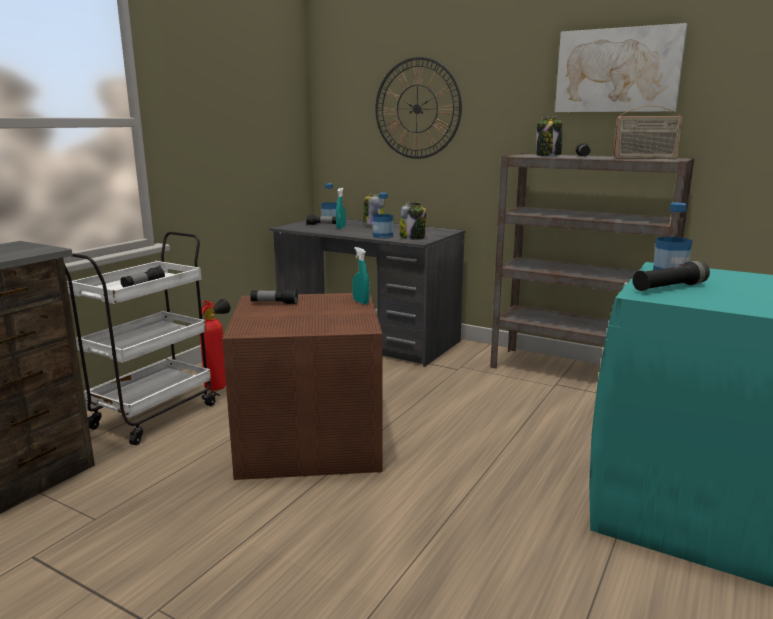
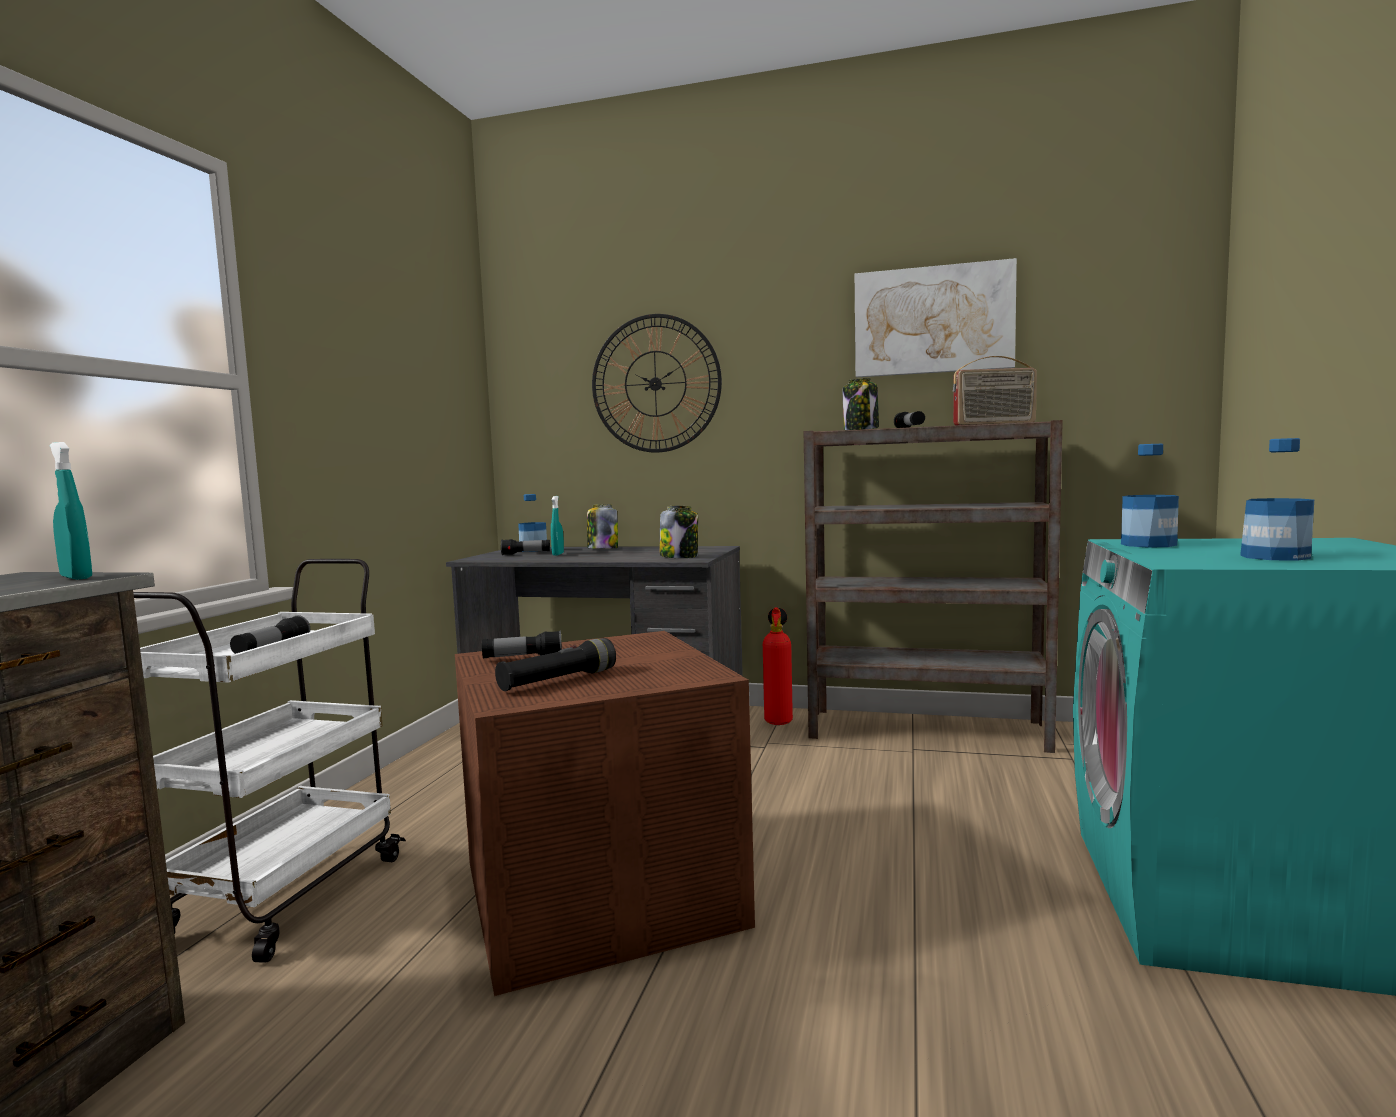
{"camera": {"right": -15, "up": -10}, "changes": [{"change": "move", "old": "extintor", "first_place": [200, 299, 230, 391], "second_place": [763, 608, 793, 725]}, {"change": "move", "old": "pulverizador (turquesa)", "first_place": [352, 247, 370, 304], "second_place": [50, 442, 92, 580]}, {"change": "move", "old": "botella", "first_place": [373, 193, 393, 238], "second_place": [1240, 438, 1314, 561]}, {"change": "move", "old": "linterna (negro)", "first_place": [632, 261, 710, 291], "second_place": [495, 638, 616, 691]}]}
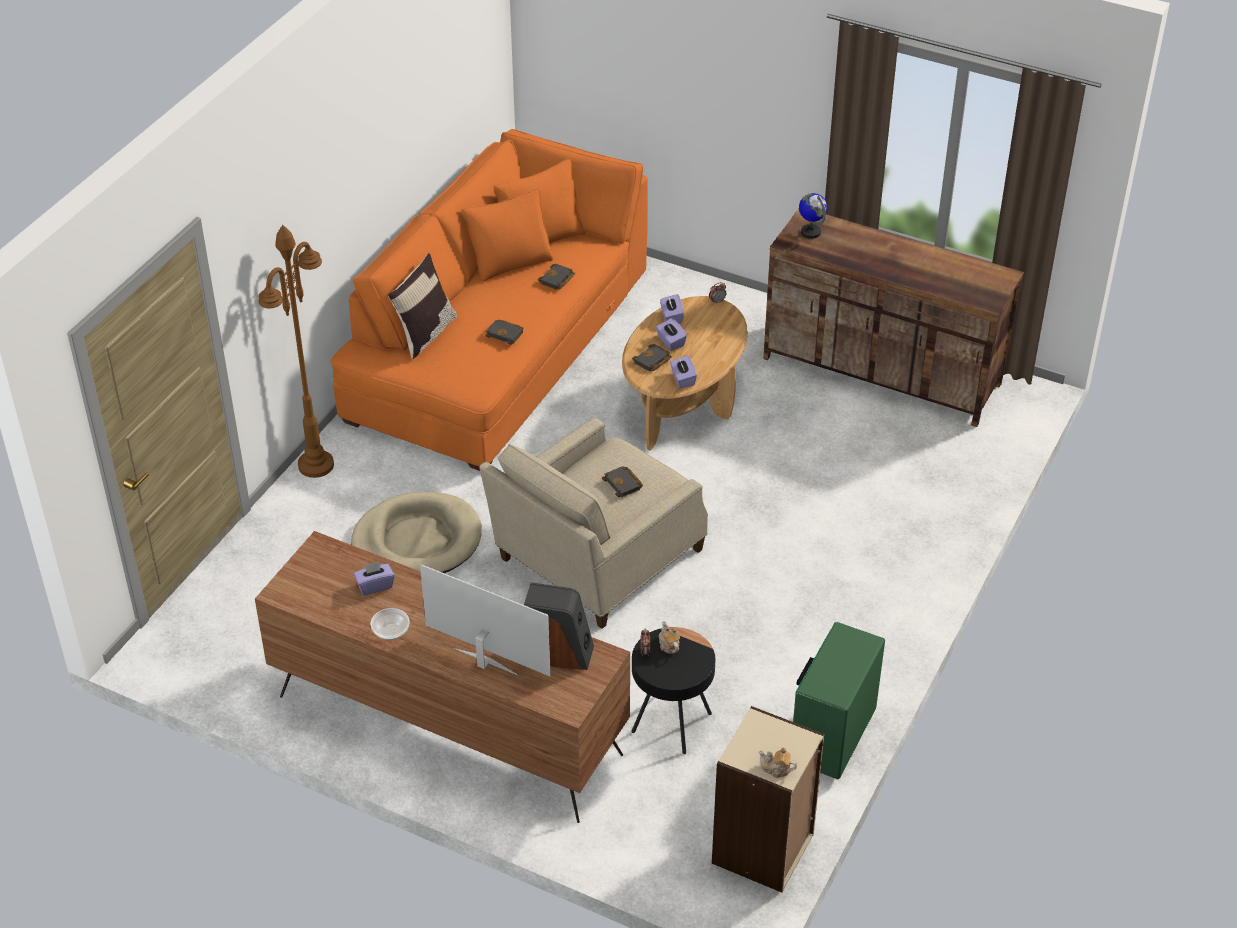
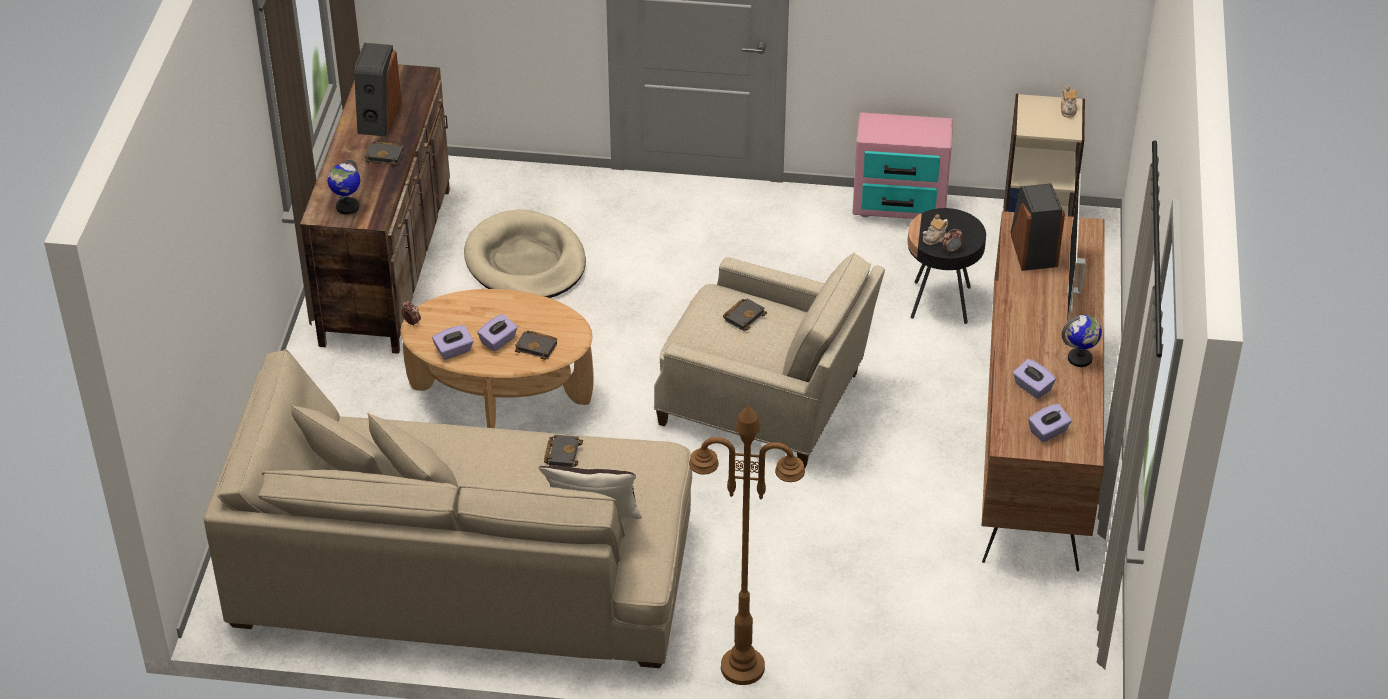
{"camera": {"right": -110, "up": 0}, "changes": [{"change": "recolor", "old": "sofá (naranja)", "new": "sofá (beis)", "first_place": [330, 129, 648, 471], "second_place": [203, 349, 692, 668]}, {"change": "move", "old": "cama para perro (beis)", "first_place": [351, 492, 482, 573], "second_place": [464, 209, 586, 298]}, {"change": "replace", "old": "cuenco", "new": "globo terráqueo", "first_place": [371, 608, 409, 640], "second_place": [1062, 315, 1102, 367]}, {"change": "move", "old": "libro (negro)", "first_place": [538, 264, 575, 290], "second_place": [364, 142, 404, 165]}, {"change": "move", "old": "caja de pañuelos (morado)", "first_place": [670, 355, 697, 388], "second_place": [1028, 404, 1072, 442]}, {"change": "recolor", "old": "mesita de noche (verde)", "new": "mesita de noche (rosa)", "first_place": [793, 622, 885, 779], "second_place": [852, 113, 953, 219]}, {"change": "insert", "new": "altavoz", "second_place": [354, 43, 402, 136]}]}
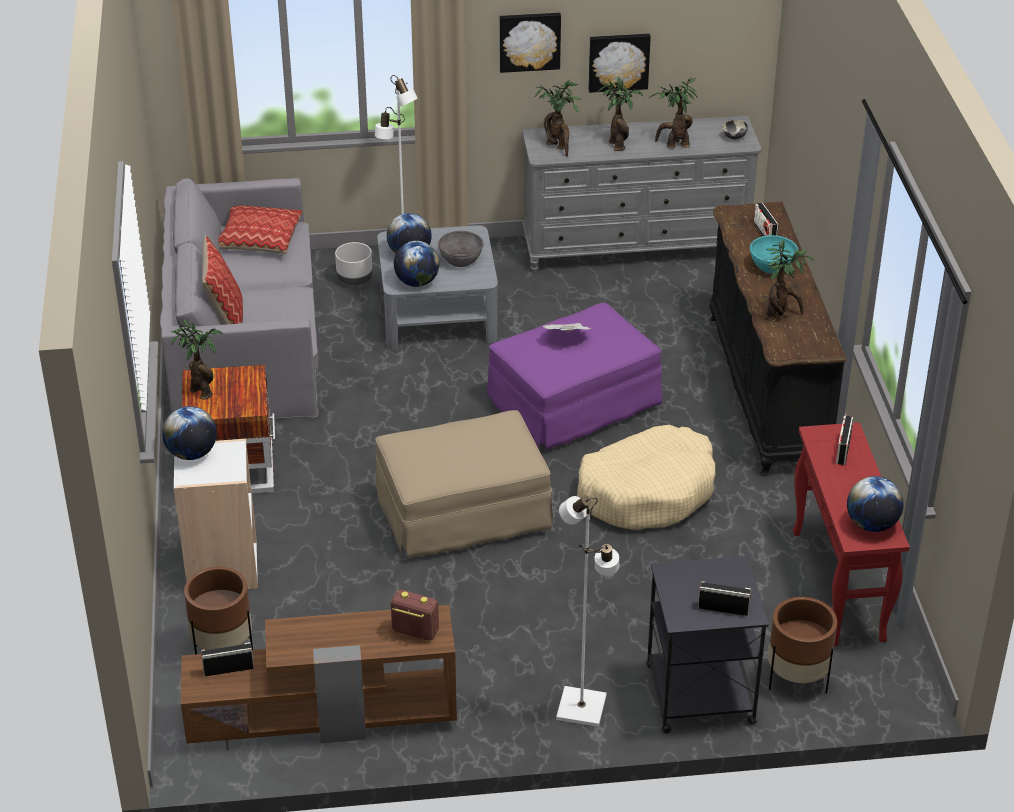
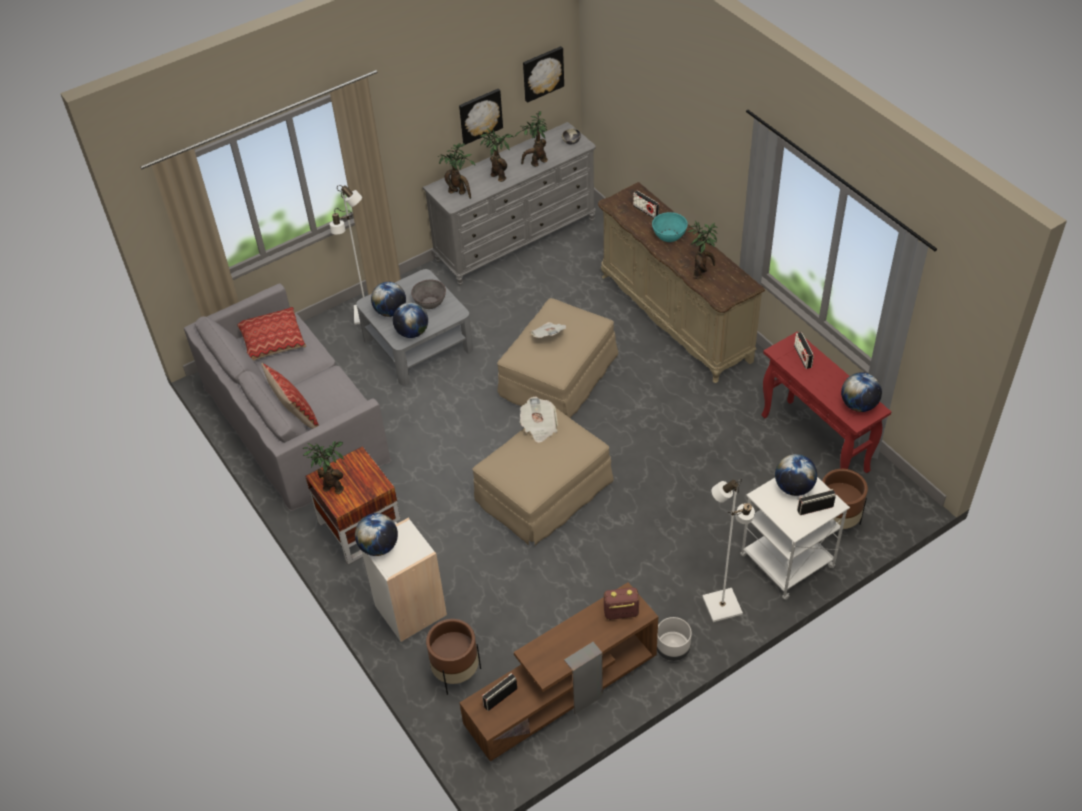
{"camera": {"right": -25, "up": 10}, "changes": [{"change": "move", "old": "maceta (gris)", "first_place": [335, 242, 373, 285], "second_place": [657, 617, 692, 661]}, {"change": "recolor", "old": "puf (morado)", "new": "puf (beis)", "first_place": [487, 303, 663, 450], "second_place": [497, 298, 618, 418]}, {"change": "move", "old": "cuadro", "first_place": [500, 13, 561, 73], "second_place": [523, 46, 564, 103]}, {"change": "delete", "old": "cama para perro (beis)", "first_place": [577, 425, 715, 530]}, {"change": "recolor", "old": "carrito (negro)", "new": "carrito (blanco)", "first_place": [646, 556, 769, 734], "second_place": [740, 477, 850, 600]}, {"change": "recolor", "old": "armario (negro)", "new": "armario (beis)", "first_place": [709, 201, 846, 477], "second_place": [598, 182, 765, 383]}, {"change": "insert", "new": "periódico", "second_place": [520, 397, 558, 443]}, {"change": "insert", "new": "globo terráqueo", "second_place": [775, 454, 817, 496]}]}
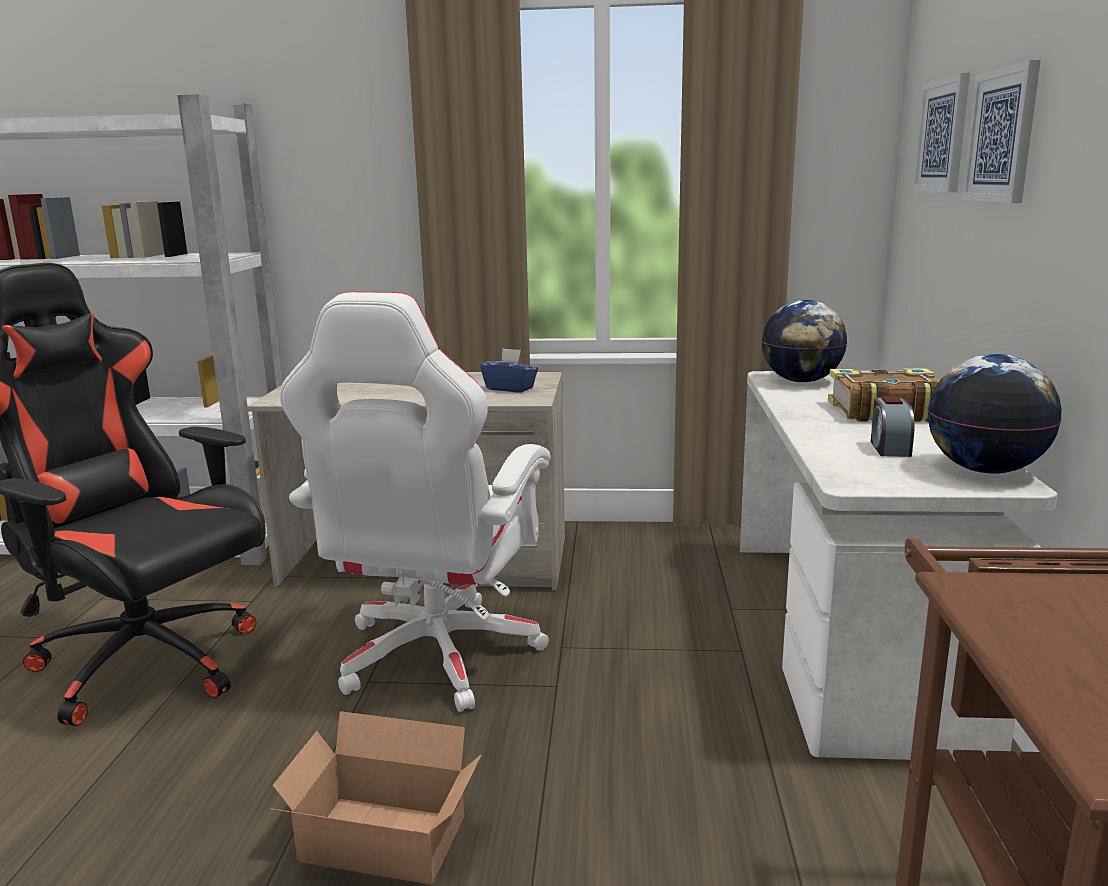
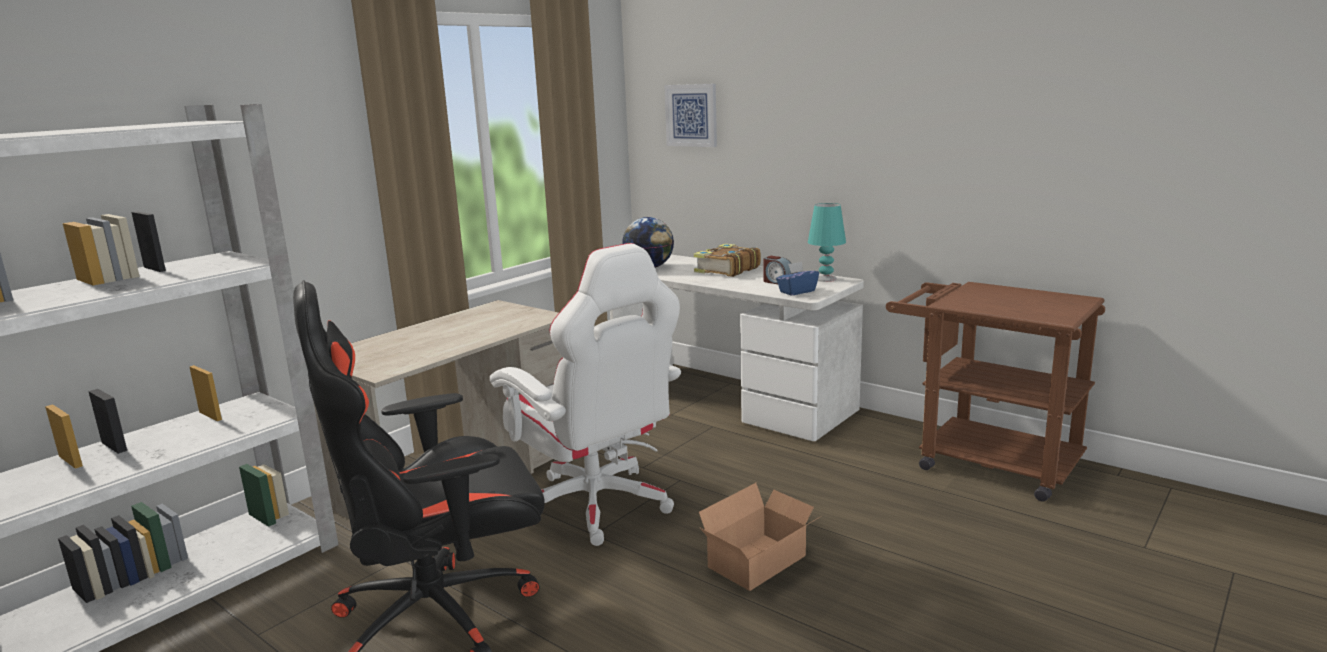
{"camera": {"right": -55, "up": 0}, "changes": [{"change": "move", "old": "caja de pañuelos (azul)", "first_place": [480, 348, 538, 393], "second_place": [776, 262, 819, 295]}, {"change": "replace", "old": "globo terráqueo", "new": "lámpara de mesa (turquesa)", "first_place": [928, 354, 1062, 474], "second_place": [808, 203, 846, 282]}, {"change": "delete", "old": "cuadro", "first_place": [962, 60, 1041, 203]}]}
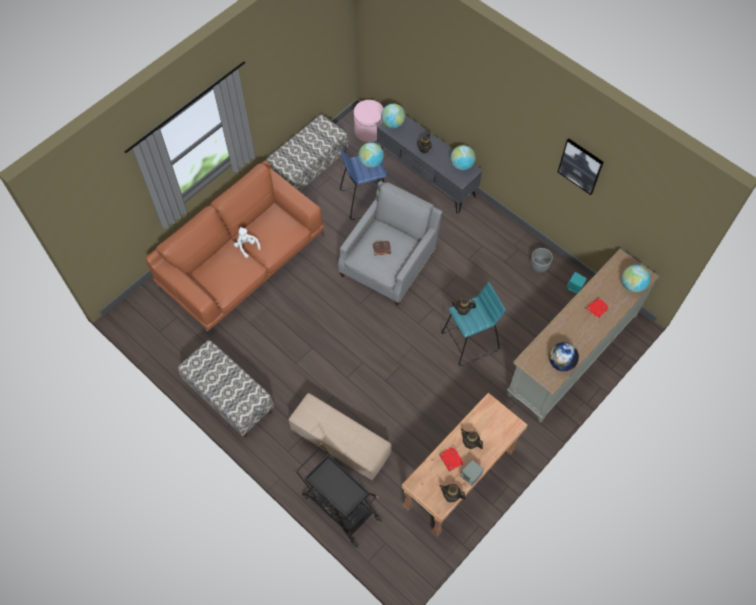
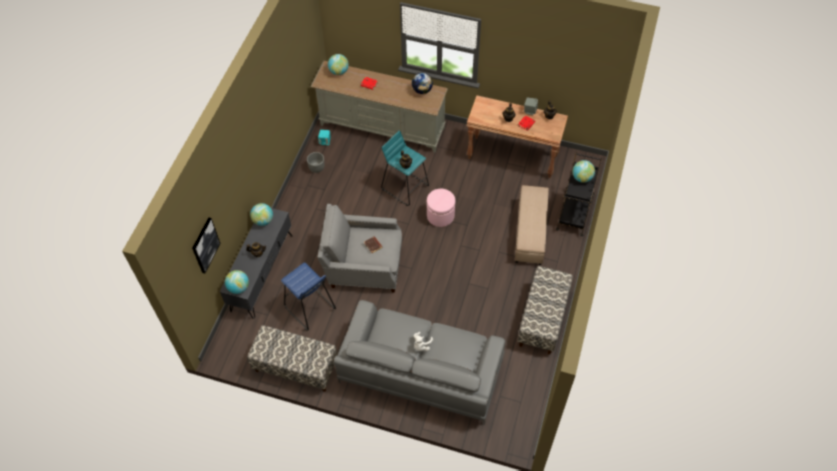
{"camera": {"right": -115, "up": -5}, "changes": [{"change": "recolor", "old": "sofá (marrón)", "new": "sofá (gris)", "first_place": [145, 160, 324, 337], "second_place": [334, 300, 505, 425]}, {"change": "move", "old": "puf (rosa)", "first_place": [353, 100, 384, 142], "second_place": [427, 189, 455, 227]}, {"change": "move", "old": "globo terráqueo", "first_place": [359, 142, 384, 168], "second_place": [572, 160, 595, 183]}, {"change": "move", "old": "cuadro", "first_place": [558, 139, 604, 195], "second_place": [192, 218, 221, 273]}]}
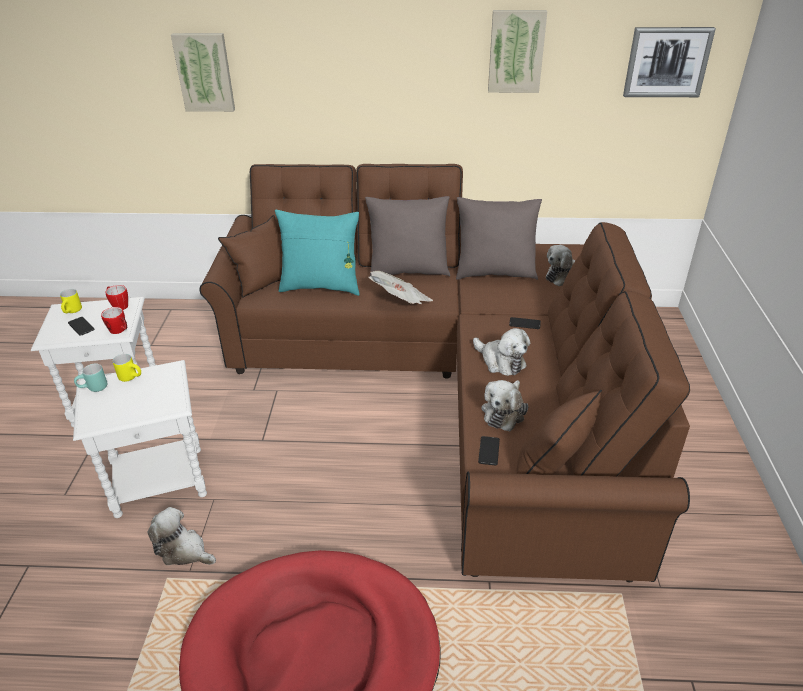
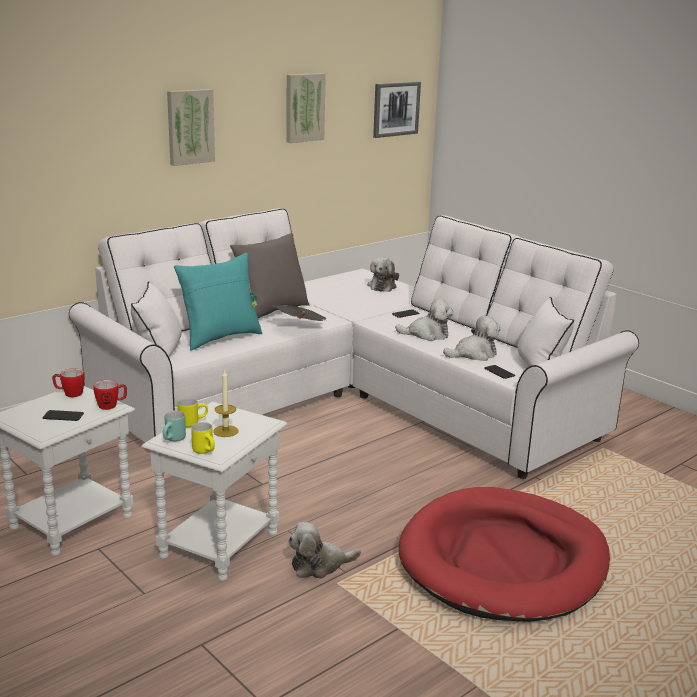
{"camera": {"right": -45, "up": -15}, "changes": [{"change": "move", "old": "taza grande (amarillo)", "first_place": [60, 289, 82, 313], "second_place": [191, 422, 215, 454]}, {"change": "move", "old": "cuadro", "first_place": [171, 33, 235, 112], "second_place": [167, 89, 215, 166]}, {"change": "recolor", "old": "sofá (marrón)", "new": "sofá (blanco)", "first_place": [199, 164, 690, 582], "second_place": [69, 208, 639, 479]}, {"change": "delete", "old": "cojín (gris)", "first_place": [456, 197, 542, 280]}, {"change": "rotate", "old": "peluche", "first_place": [481, 380, 529, 432], "second_place": [443, 315, 501, 361], "degrees": -90}, {"change": "insert", "new": "vela", "second_place": [213, 369, 238, 437]}]}
